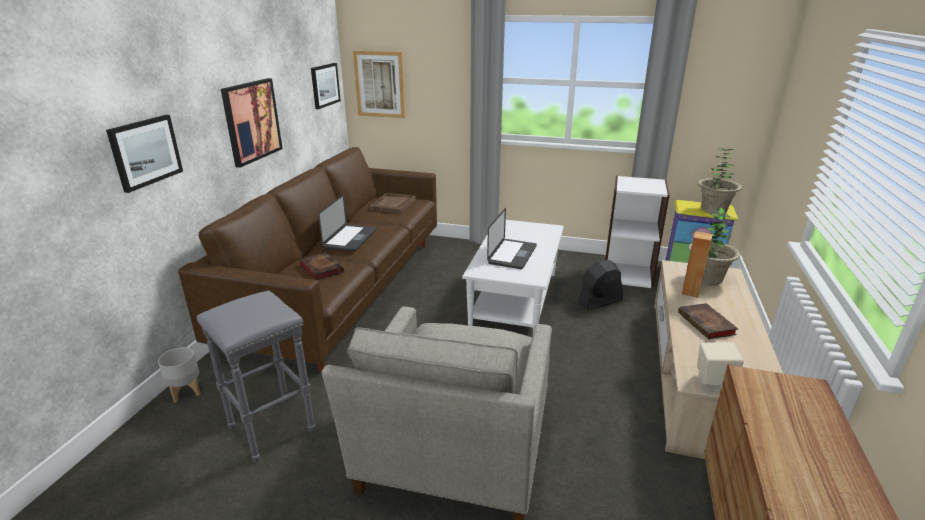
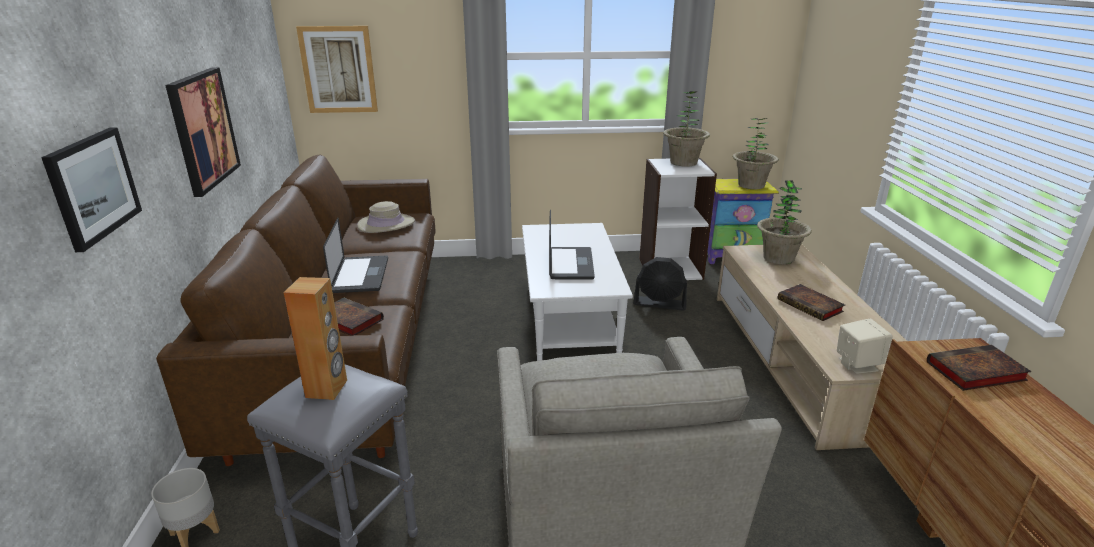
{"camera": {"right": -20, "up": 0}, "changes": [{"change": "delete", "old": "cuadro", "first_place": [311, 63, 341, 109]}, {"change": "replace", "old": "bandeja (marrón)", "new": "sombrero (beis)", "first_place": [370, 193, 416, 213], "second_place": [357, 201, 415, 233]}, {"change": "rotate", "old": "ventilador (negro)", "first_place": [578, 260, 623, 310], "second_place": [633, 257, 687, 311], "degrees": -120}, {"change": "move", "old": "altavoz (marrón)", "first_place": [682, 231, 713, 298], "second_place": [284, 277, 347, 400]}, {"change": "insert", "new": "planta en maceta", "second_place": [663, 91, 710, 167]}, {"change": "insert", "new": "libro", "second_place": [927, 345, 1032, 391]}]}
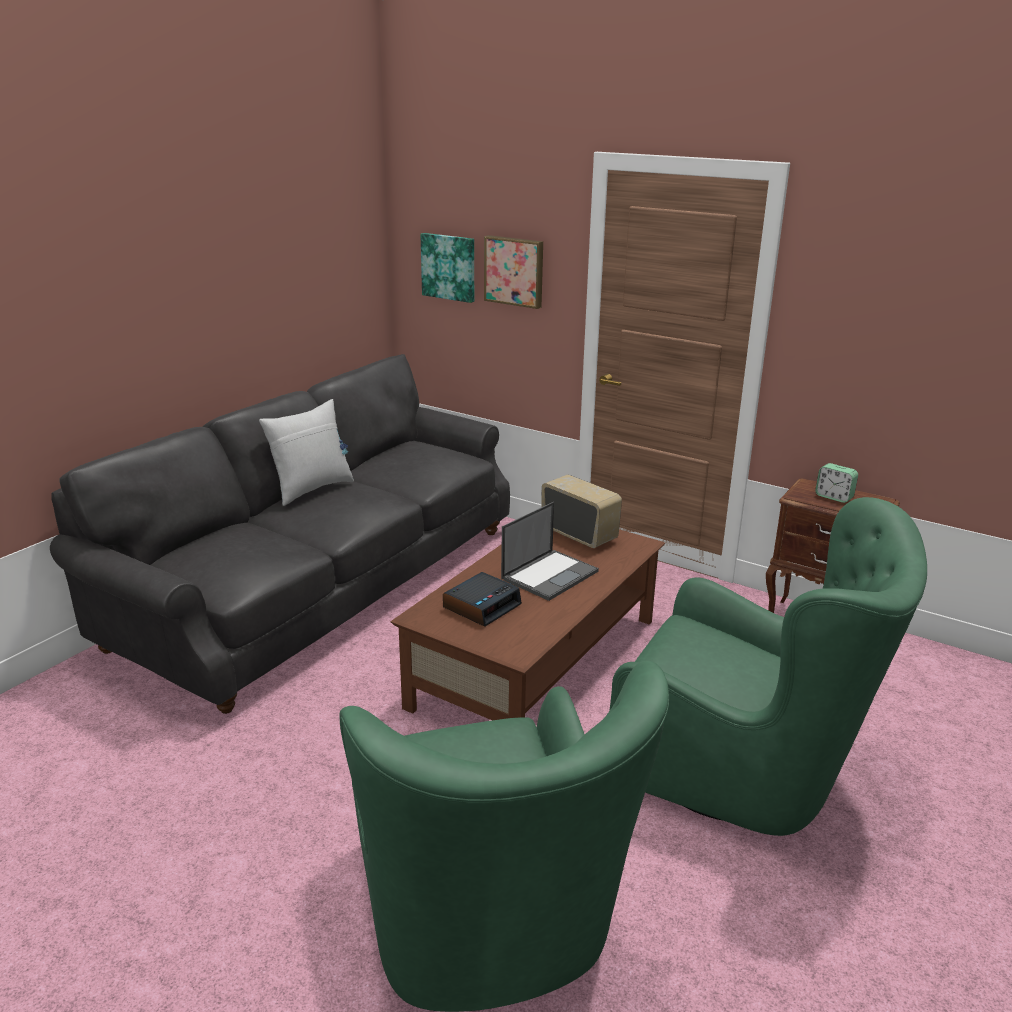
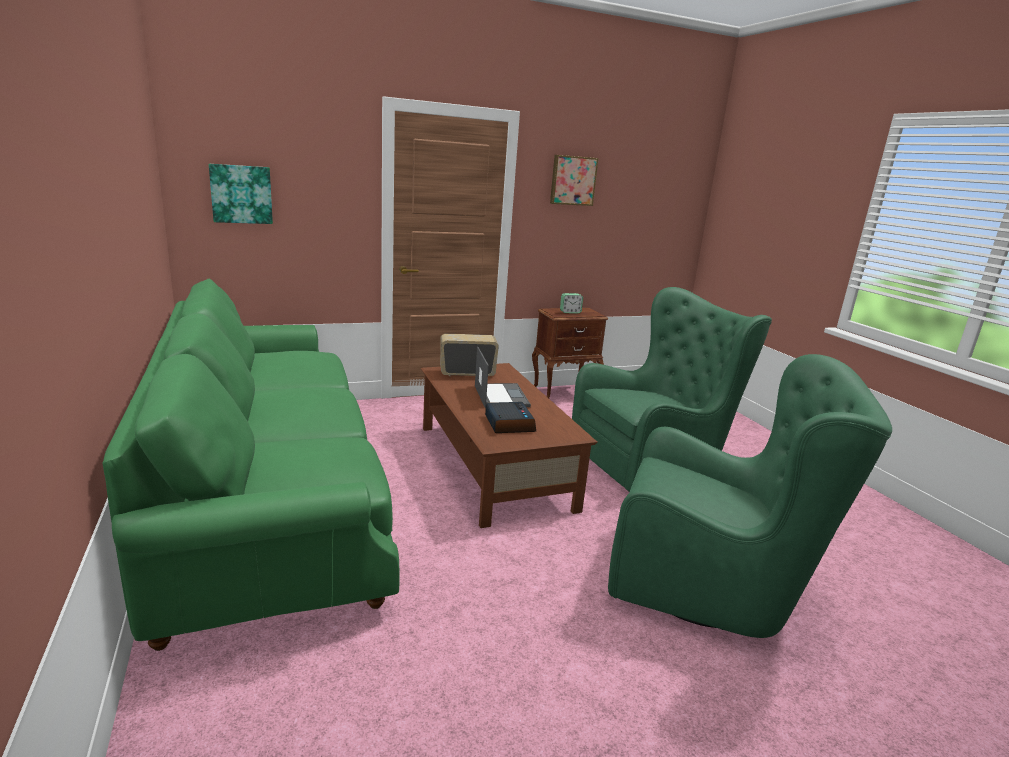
{"camera": {"right": -55, "up": -5}, "changes": [{"change": "recolor", "old": "sofá (negro)", "new": "sofá (verde)", "first_place": [50, 354, 510, 714], "second_place": [103, 278, 400, 651]}, {"change": "delete", "old": "cojín (gris)", "first_place": [259, 399, 354, 506]}, {"change": "move", "old": "cuadro", "first_place": [484, 235, 543, 309], "second_place": [550, 155, 599, 206]}]}
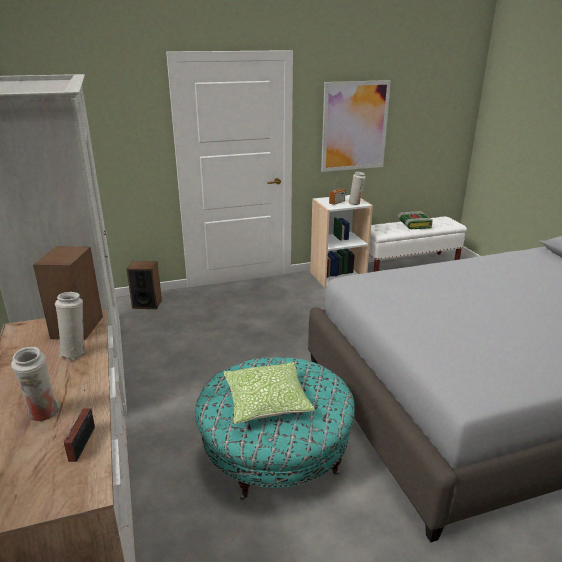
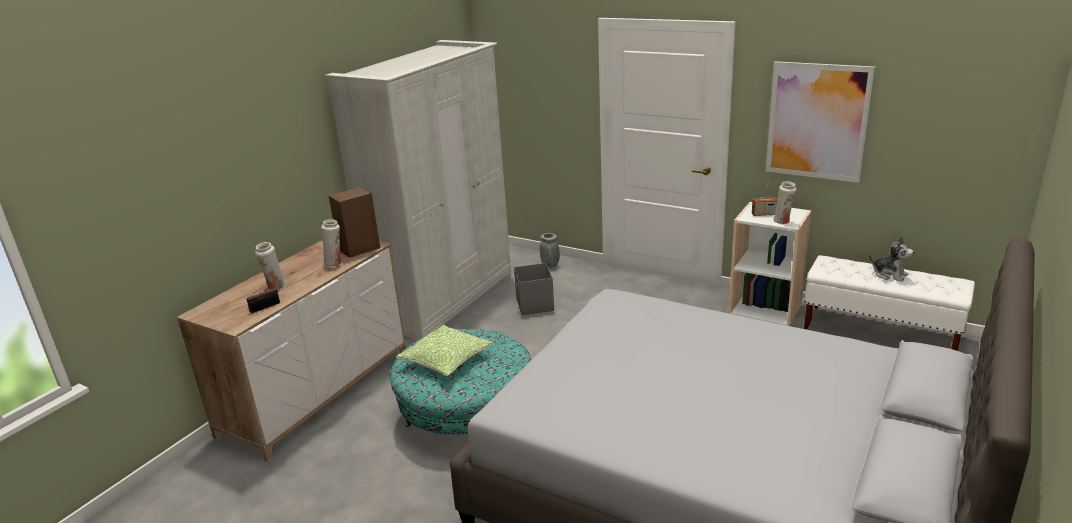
{"camera": {"right": 50, "up": 0}, "changes": [{"change": "replace", "old": "altavoz", "new": "florero (gris)", "first_place": [126, 261, 162, 309], "second_place": [540, 233, 560, 268]}, {"change": "replace", "old": "libro", "new": "peluche", "first_place": [397, 211, 433, 229], "second_place": [869, 236, 914, 282]}, {"change": "insert", "new": "caja de almacenaje (gris)", "second_place": [514, 263, 554, 315]}]}
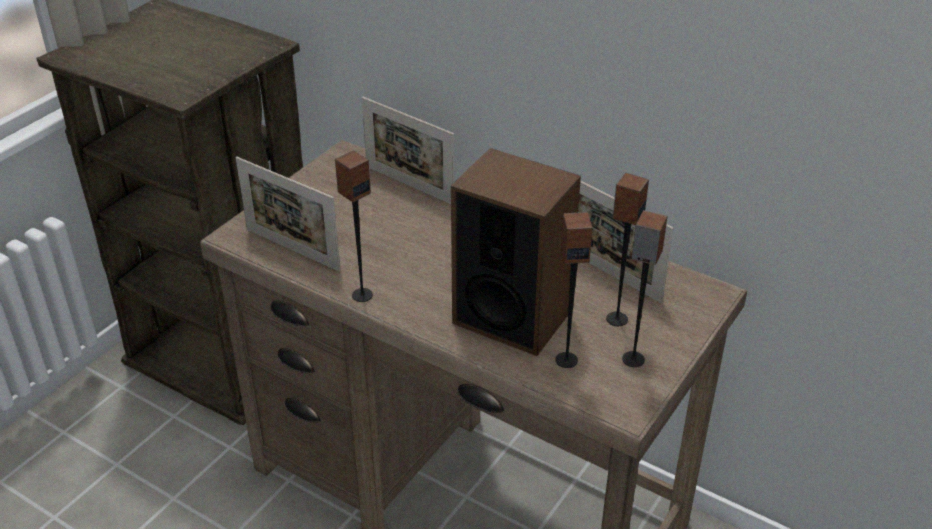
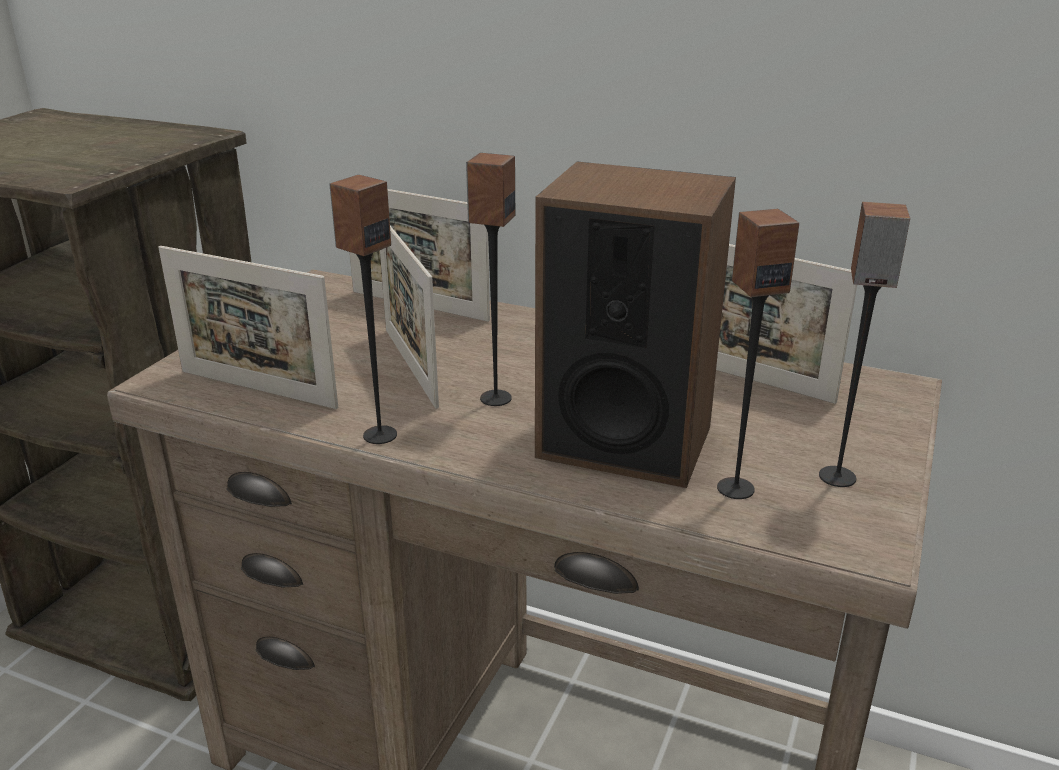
{"camera": {"right": -10, "up": -10}, "changes": [{"change": "move", "old": "altavoz", "first_place": [606, 173, 649, 326], "second_place": [466, 153, 515, 406]}, {"change": "insert", "new": "portarretratos", "second_place": [380, 226, 439, 409]}]}
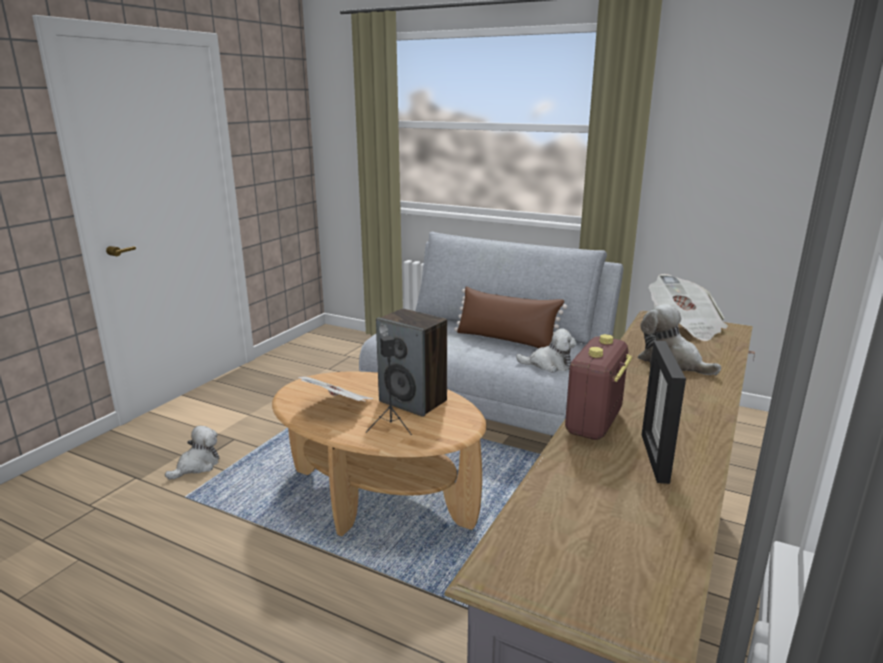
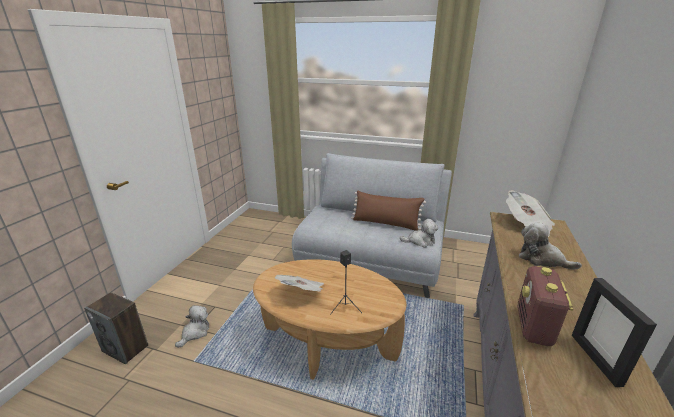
{"camera": {"right": -10, "up": 5}, "changes": [{"change": "move", "old": "altavoz", "first_place": [376, 308, 447, 417], "second_place": [84, 292, 148, 364]}]}
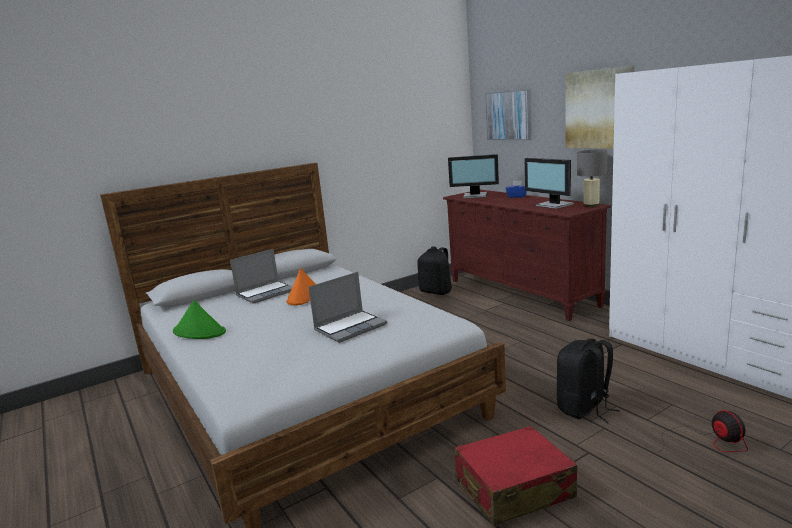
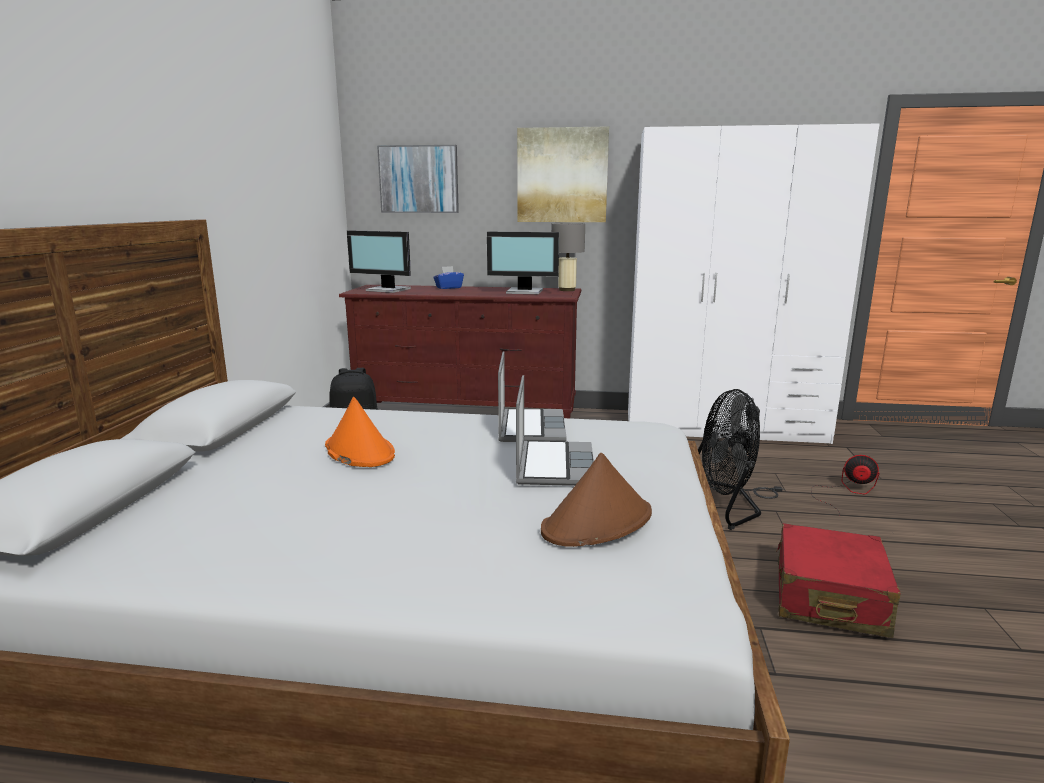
{"camera": {"right": -50, "up": 0}, "changes": [{"change": "delete", "old": "sombrero (verde)", "first_place": [173, 300, 226, 339]}, {"change": "move", "old": "portátil", "first_place": [230, 249, 293, 304], "second_place": [498, 351, 567, 442]}, {"change": "rotate", "old": "monitor", "first_place": [448, 154, 499, 198], "second_place": [347, 230, 411, 293], "degrees": 60}, {"change": "replace", "old": "mochila (negro)", "new": "ventilador (negro)", "first_place": [557, 338, 620, 423], "second_place": [698, 389, 784, 530]}, {"change": "insert", "new": "sombrero (marrón)", "second_place": [541, 453, 652, 547]}]}
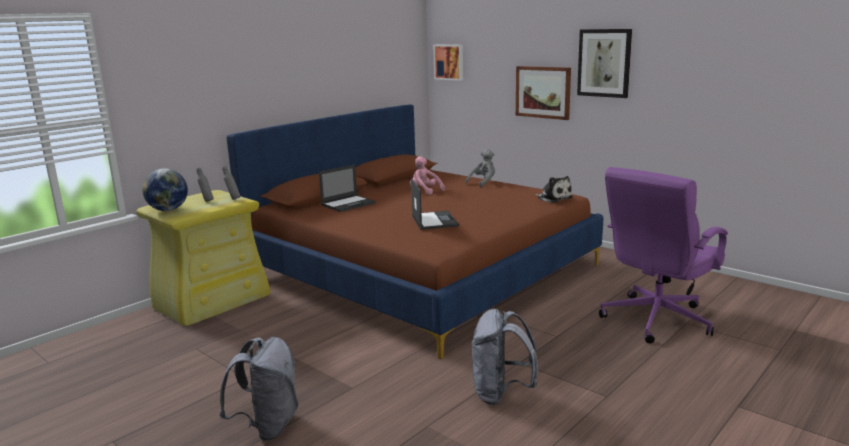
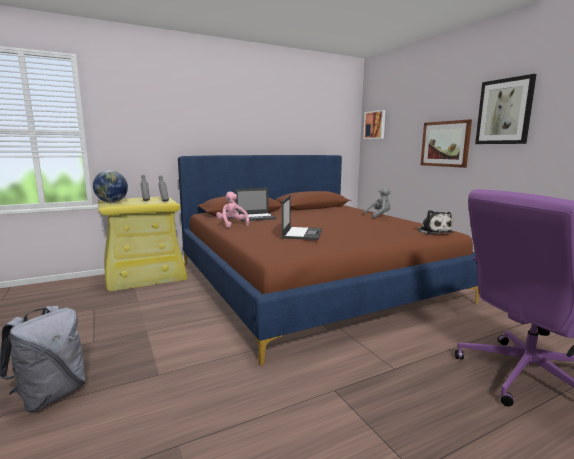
{"camera": {"right": 20, "up": -5}, "changes": [{"change": "move", "old": "peluche (rosa)", "first_place": [410, 156, 445, 195], "second_place": [216, 192, 249, 228]}, {"change": "delete", "old": "mochila (gris)", "first_place": [471, 309, 538, 405]}]}
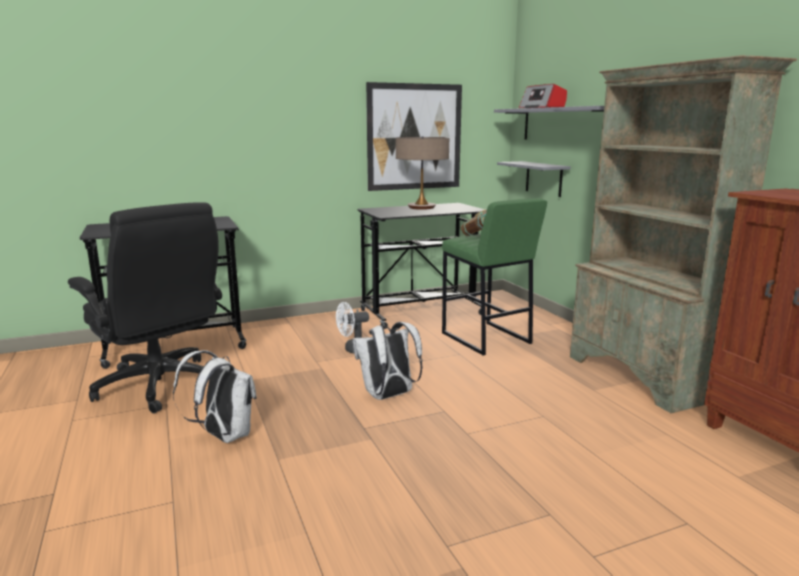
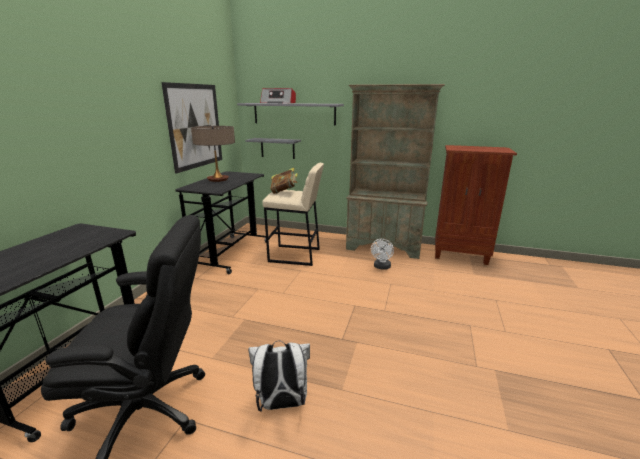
{"camera": {"right": -50, "up": 5}, "changes": [{"change": "move", "old": "ventilador (blanco)", "first_place": [336, 302, 369, 353], "second_place": [371, 239, 394, 270]}, {"change": "delete", "old": "mochila (blanco)", "first_place": [353, 322, 423, 400]}, {"change": "recolor", "old": "taburete (verde)", "new": "taburete (beis)", "first_place": [442, 198, 547, 356], "second_place": [263, 162, 324, 266]}]}
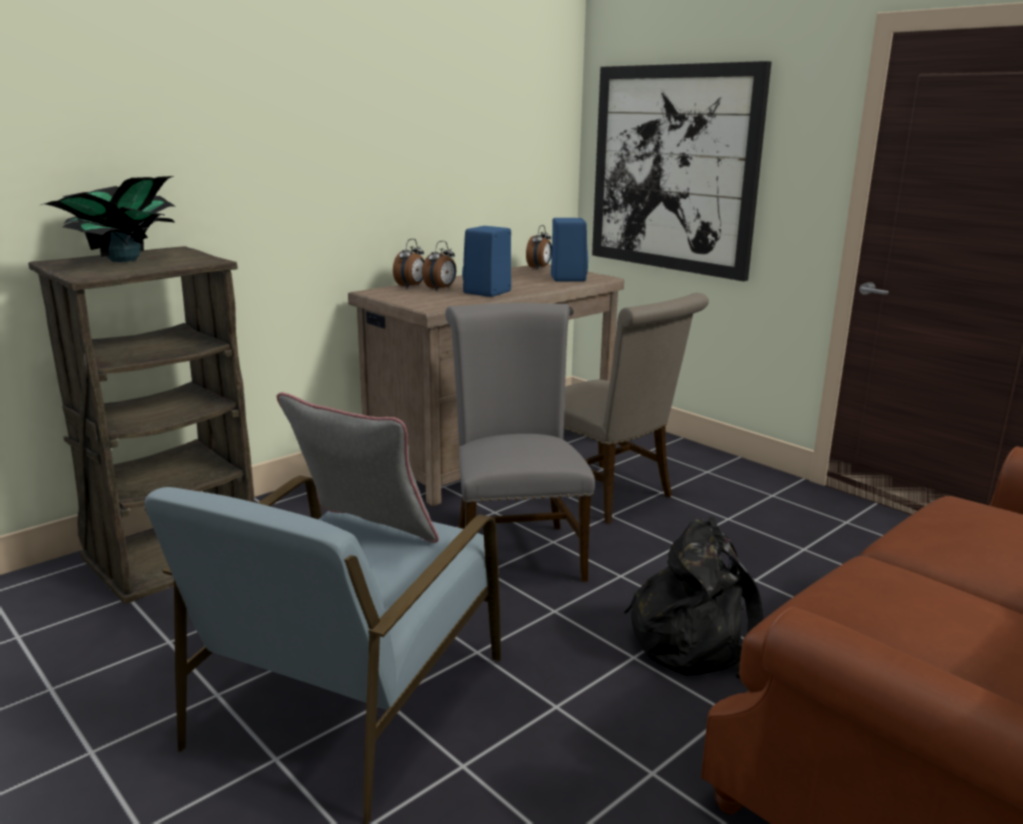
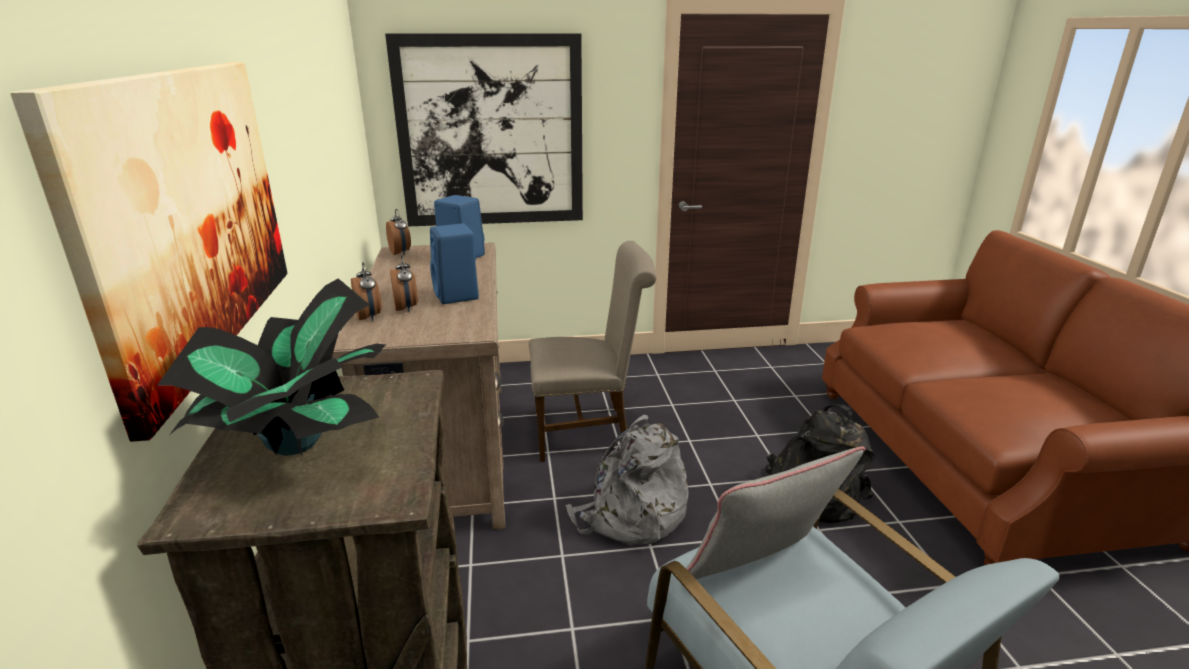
{"camera": {"right": -55, "up": 5}, "changes": [{"change": "replace", "old": "silla (gris)", "new": "mochila (gris)", "first_place": [445, 303, 595, 582], "second_place": [565, 415, 689, 546]}, {"change": "insert", "new": "cuadro", "second_place": [10, 62, 287, 442]}]}
